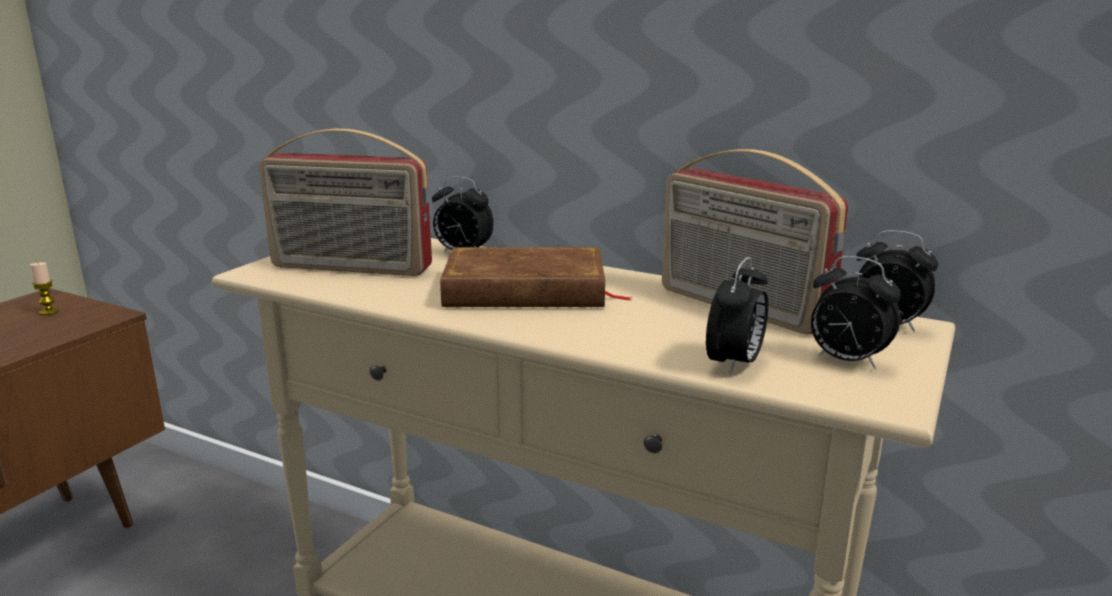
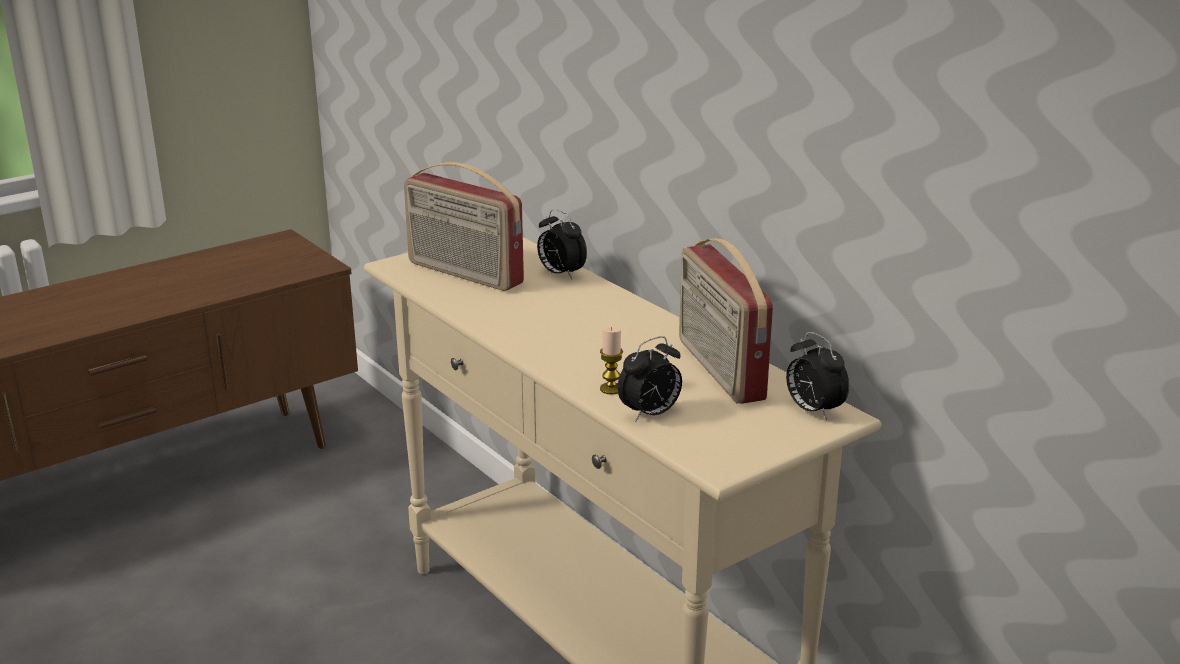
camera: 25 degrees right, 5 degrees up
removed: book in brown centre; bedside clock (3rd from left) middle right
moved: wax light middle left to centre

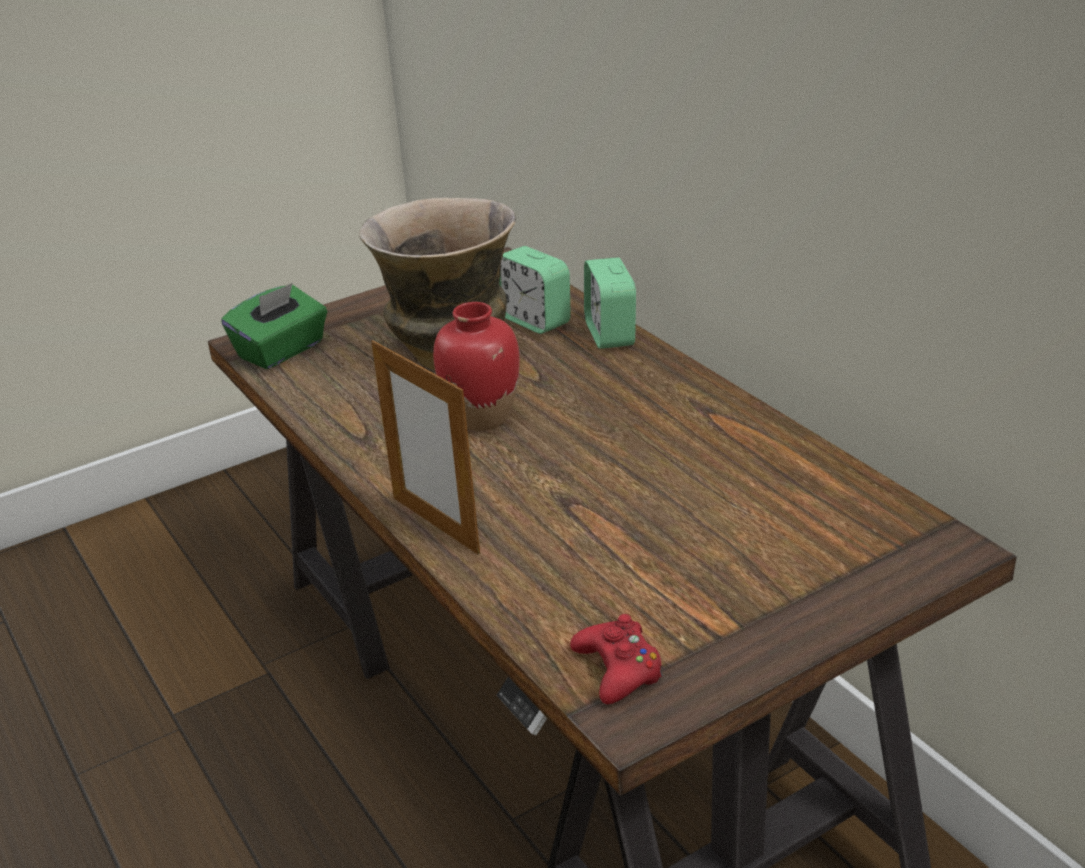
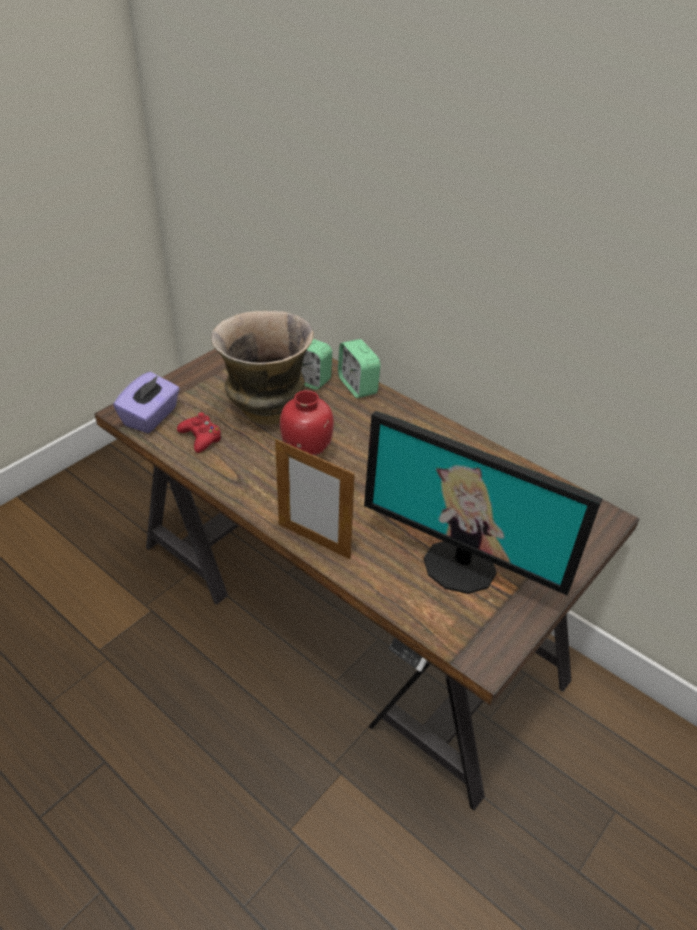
camera: 20 degrees left, 10 degrees up
added: monitor middle right
moved: gamepad in red-coloured bottom centre to middle left
recoloured: tissue box in greenish middle left to tissue box in purple-coloured middle left

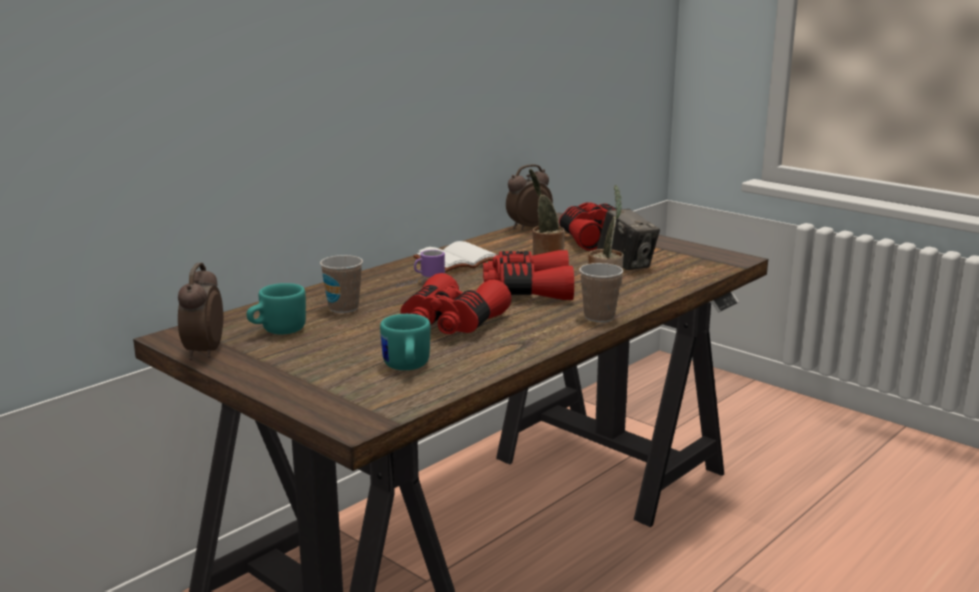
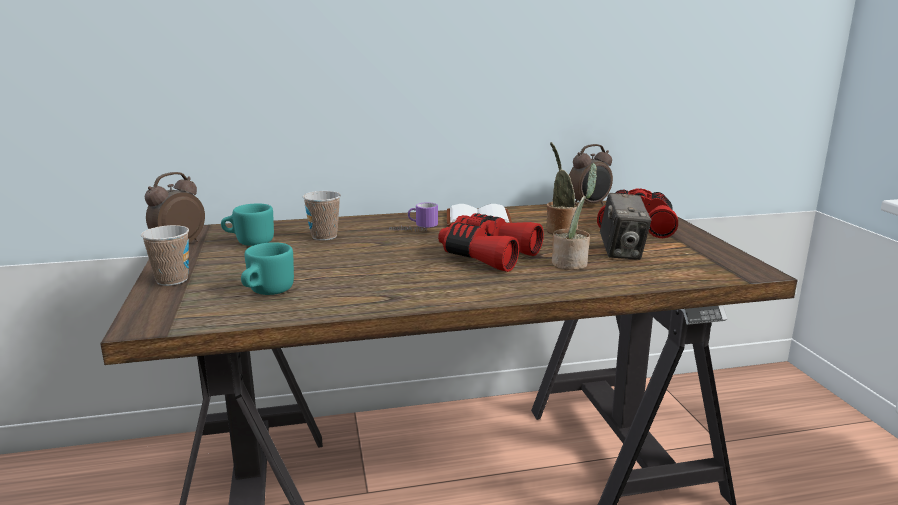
camera: 35 degrees right, 0 degrees up
removed: pair of binoculars in red-coloured (1st from left) centre
moved: drinking cup (2nd from left in the first image) centre to drinking cup (1st from left) middle left
turned: bedside clock (2nd from left) top centre = centre 150 degrees clockwise

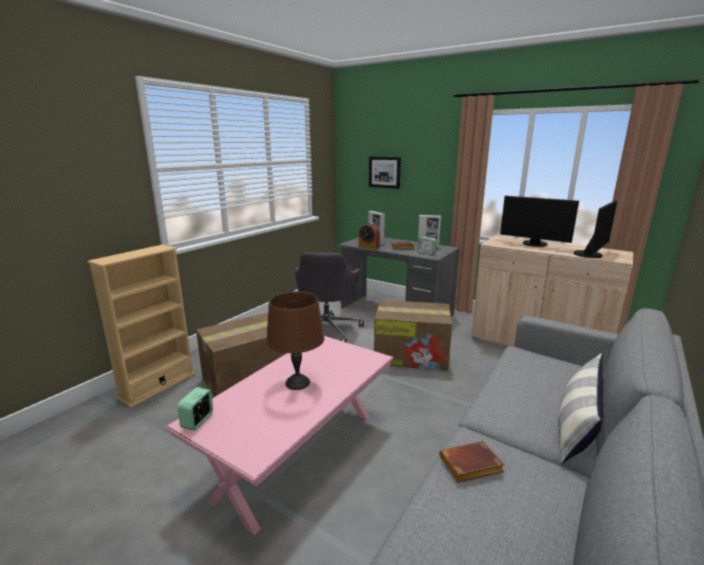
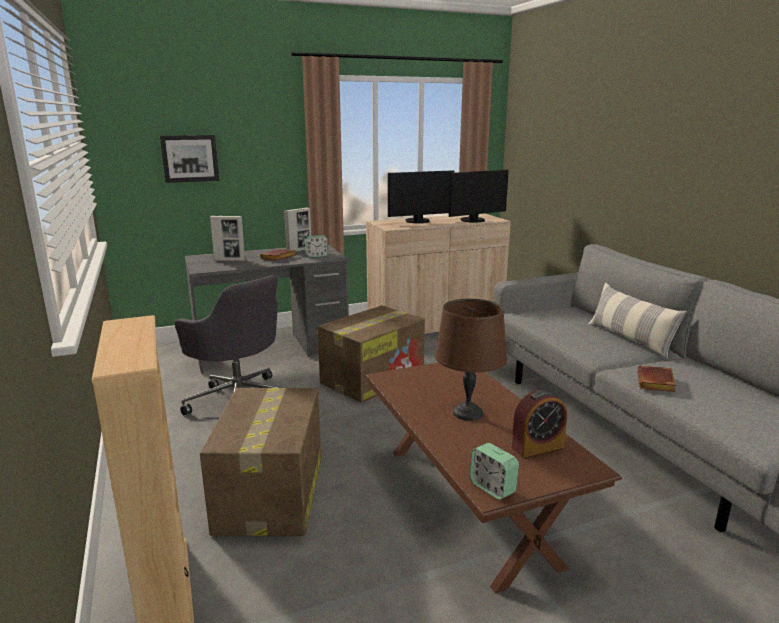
camera: 55 degrees left, 0 degrees up
moved: bedside clock (2nd from left in the first image) centre to bedside clock (3rd from left) bottom right
recoloured: low table in pink-coloured bottom centre to low table in brown bottom centre
turned: monitor (2nd from left) middle right = top centre 75 degrees clockwise

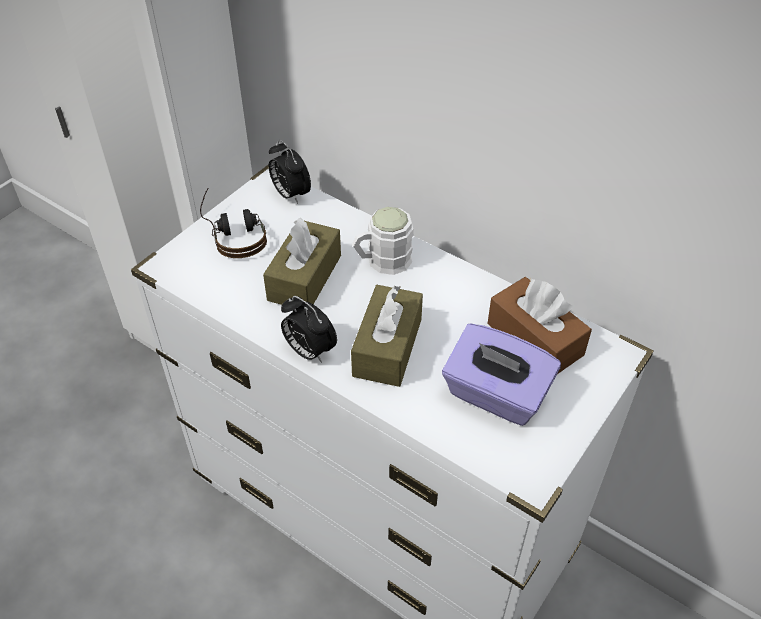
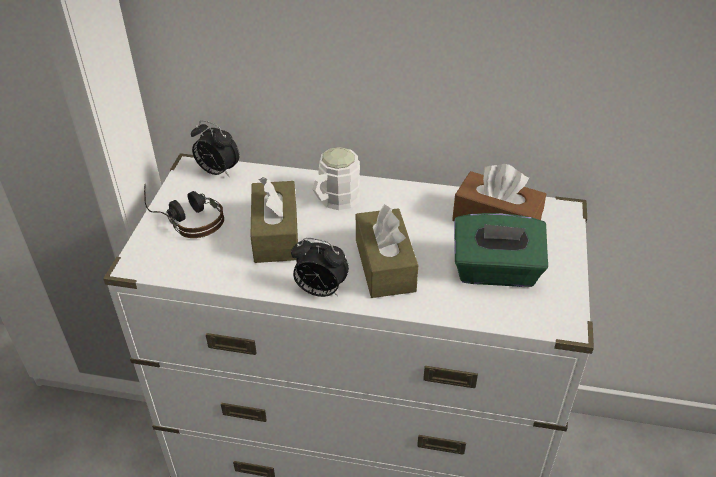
camera: 25 degrees left, 5 degrees down
recoloured: tissue box in purple-coloured centre to tissue box in greenish middle right

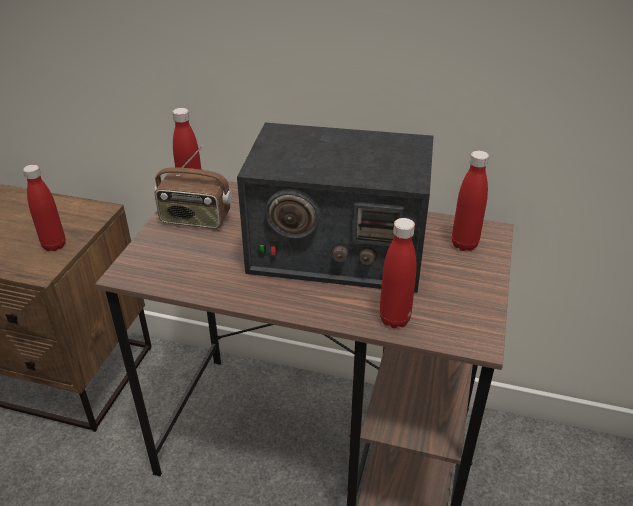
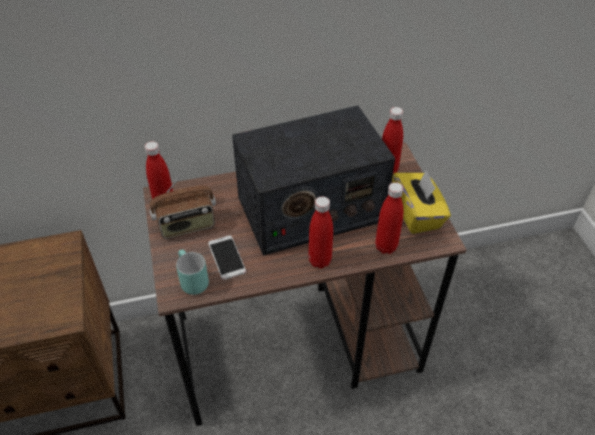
camera: 30 degrees left, 10 degrees up
added: mug in blue-green middle left; telephone centre; tissue box in yellow-coloured middle right
moved: bottle in red-coloured (1st from left in the first image) middle left to bottle in red-coloured (2nd from left) centre

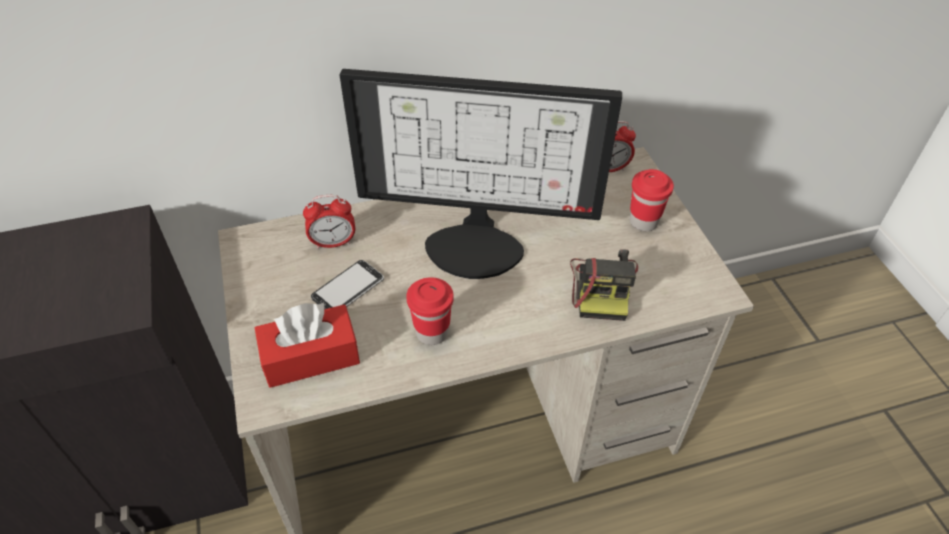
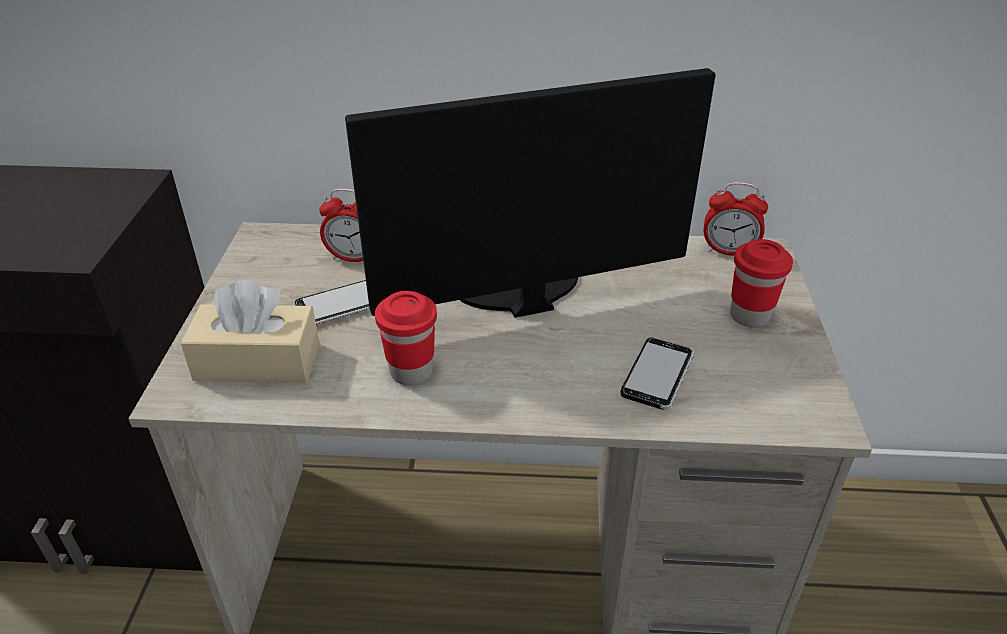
camera: 20 degrees right, 10 degrees down
replaced: still camera centre to telephone (2nd from left) centre
recoloured: tissue box in red-coloured middle left to tissue box in beige middle left
turned: monitor top centre = top centre 135 degrees clockwise

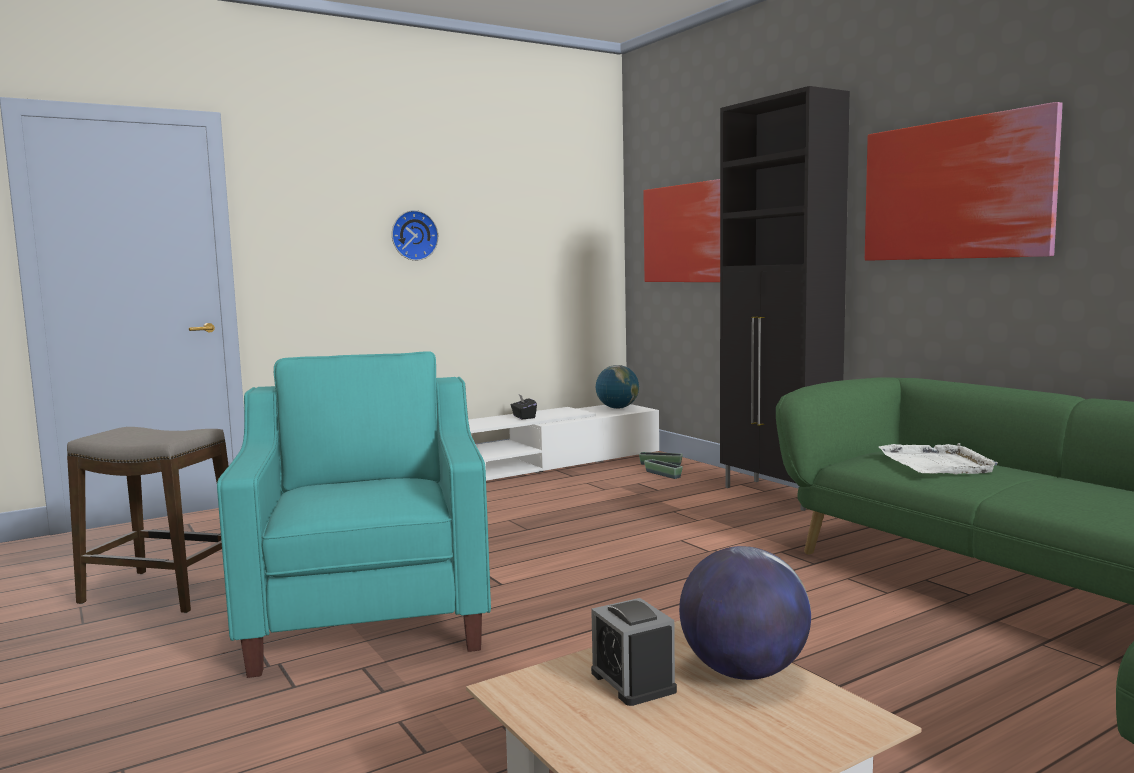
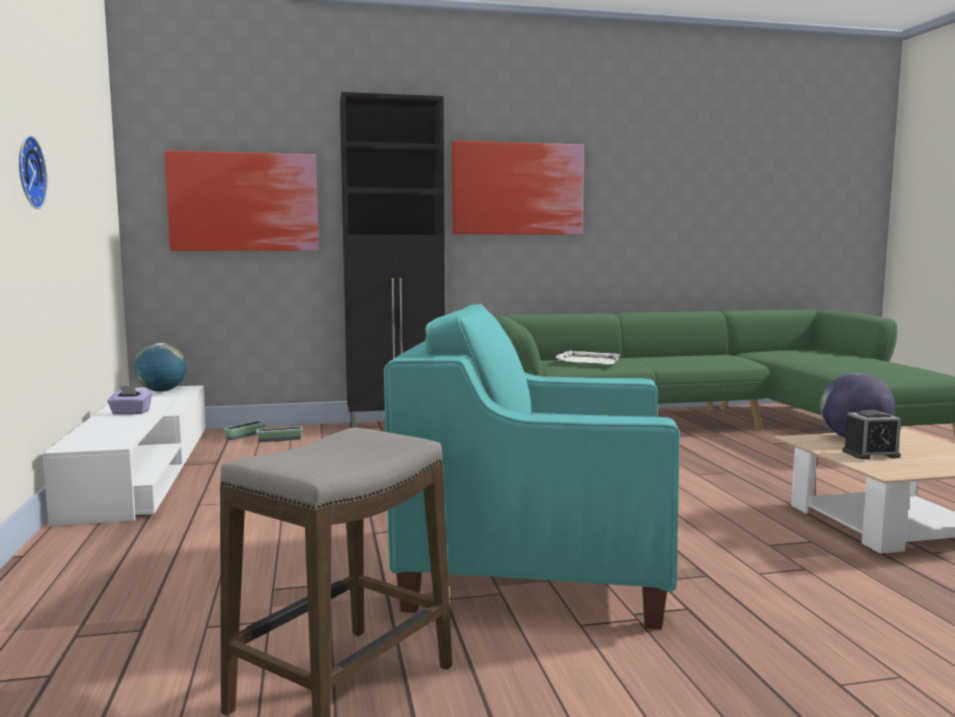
camera: 70 degrees left, 0 degrees up
recoloured: tissue box in blackish centre to tissue box in purple-coloured middle left

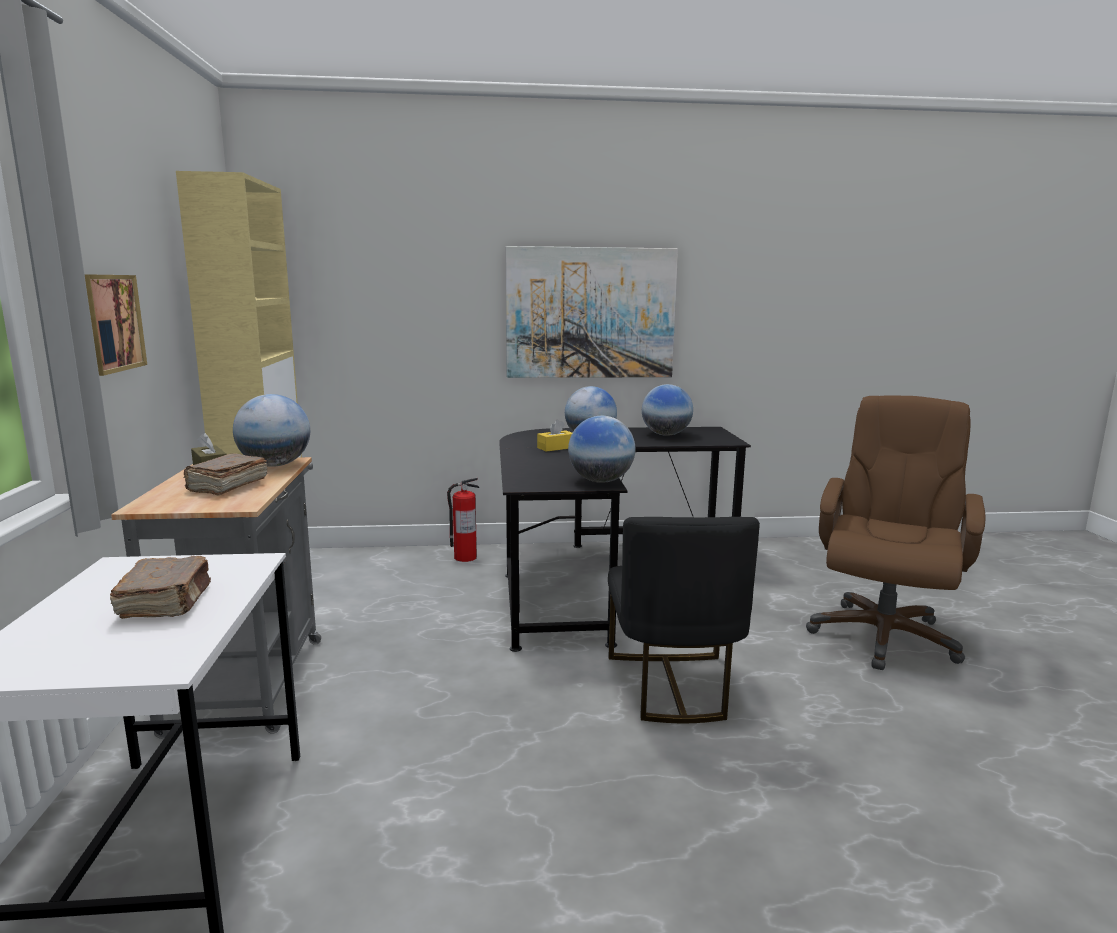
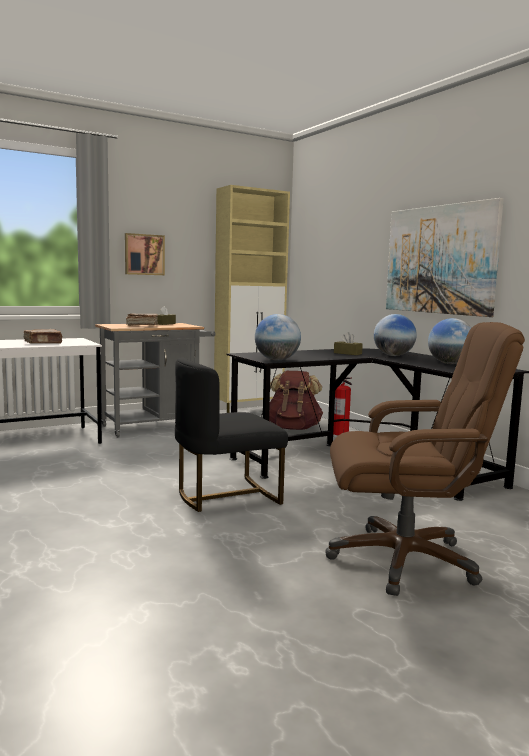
camera: 65 degrees right, 5 degrees down
removed: world globe (1st from left) middle left
added: rucksack in brown centre
recoloured: tissue box in yellow-coloured centre to tissue box in brown (2nd from left) centre

